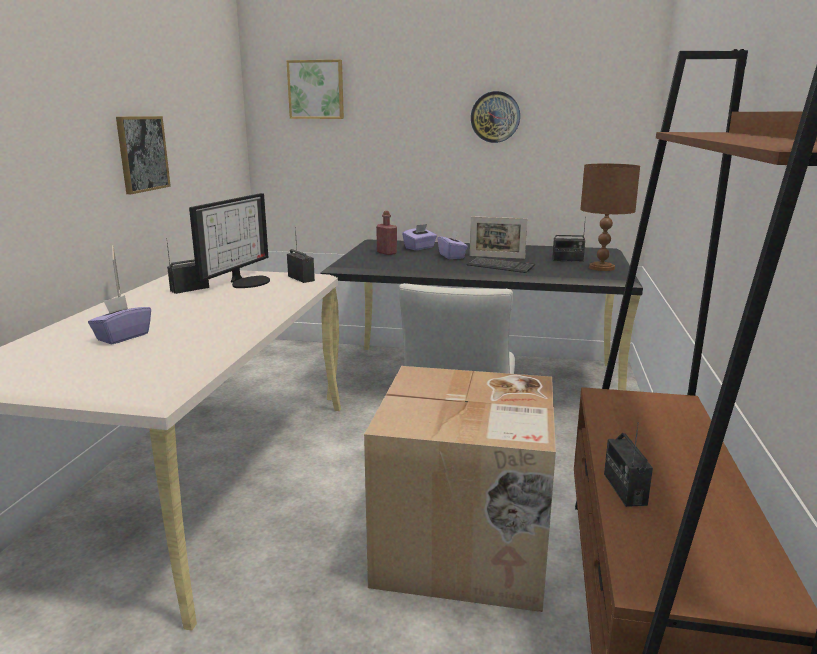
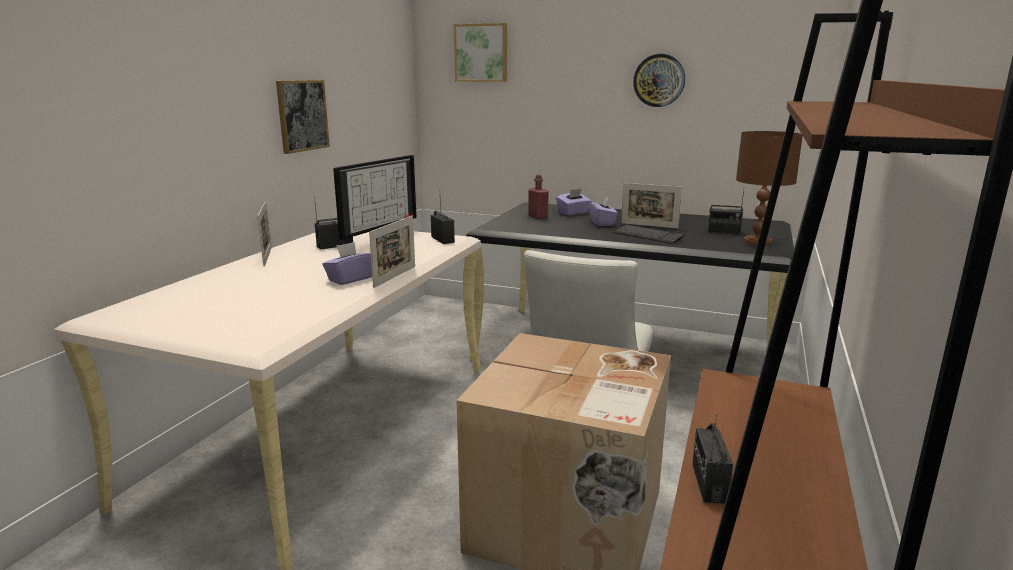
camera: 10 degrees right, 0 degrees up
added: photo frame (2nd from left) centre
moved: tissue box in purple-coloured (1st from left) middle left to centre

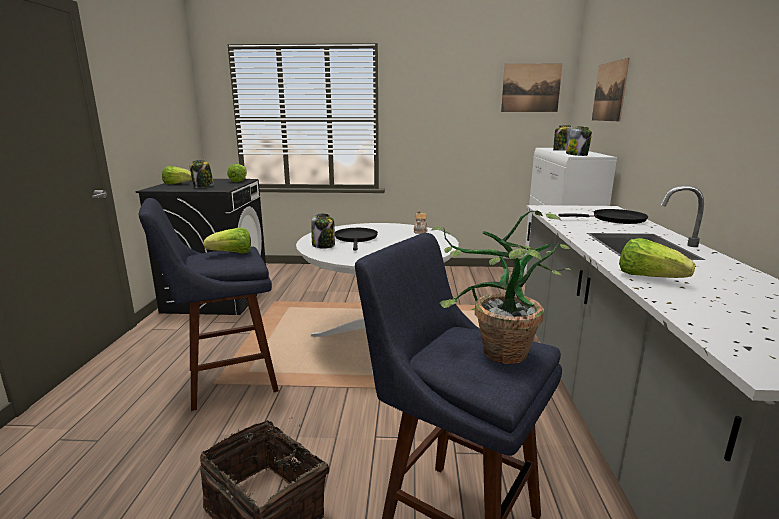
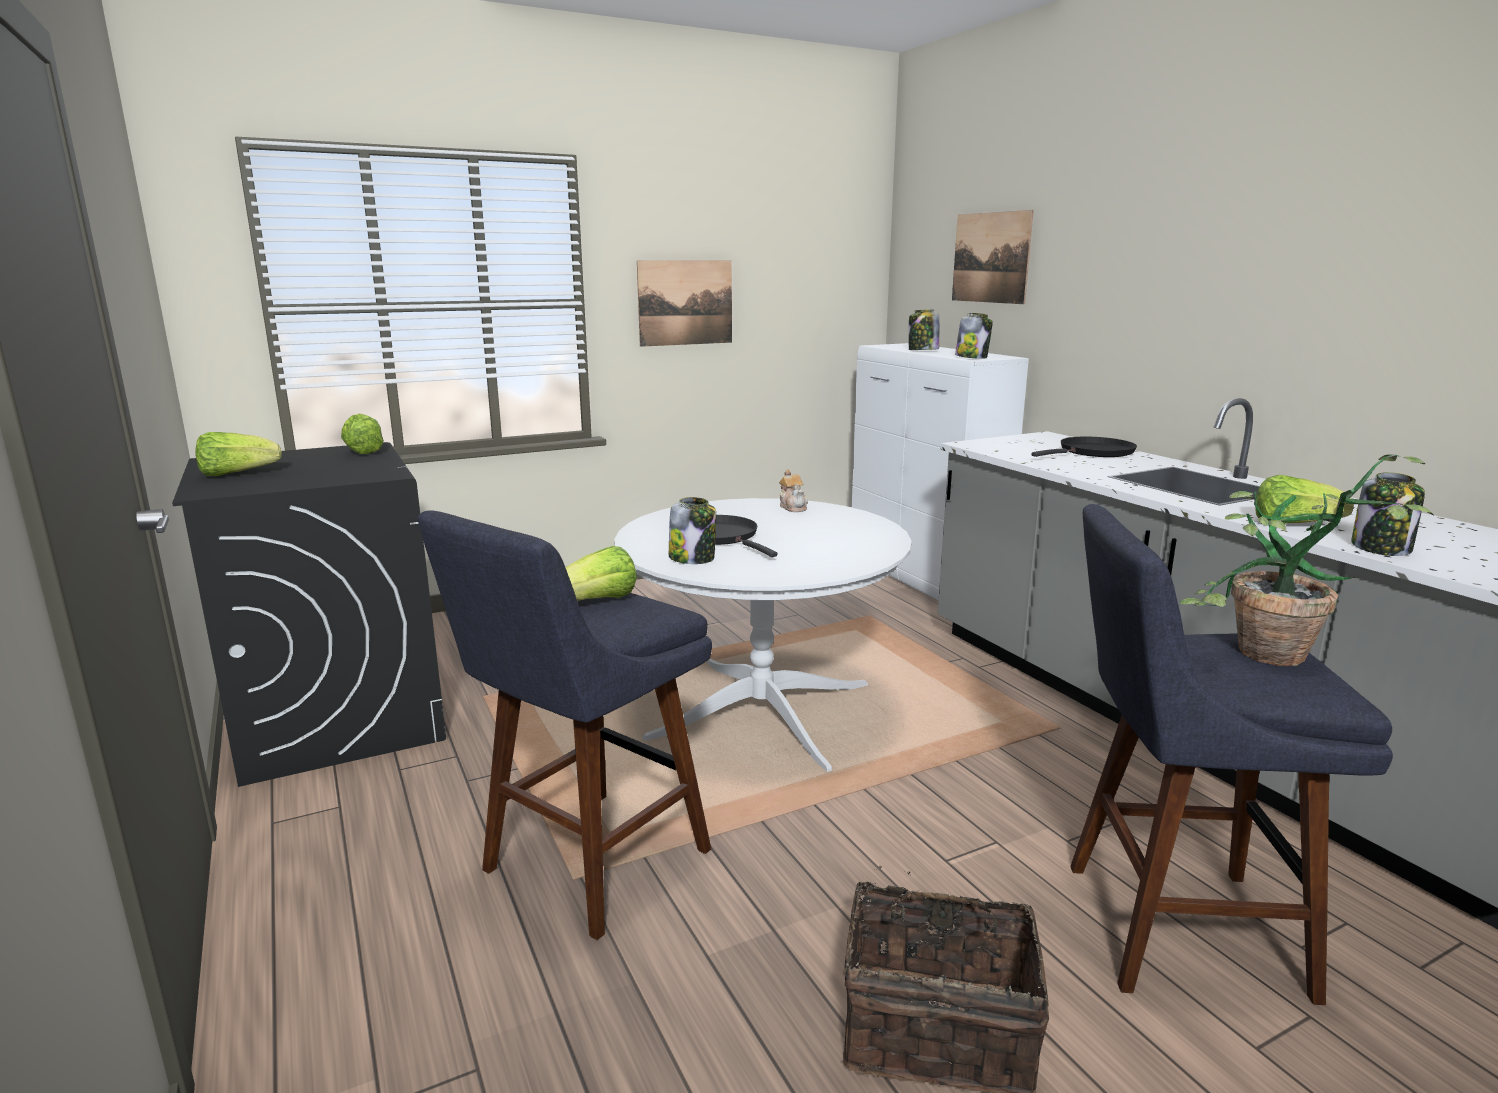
camera: 30 degrees left, 0 degrees up
moved: storage jar (1st from left in the first image) middle left to storage jar (4th from left) middle right; wall picture (1st from left) top right to top centre

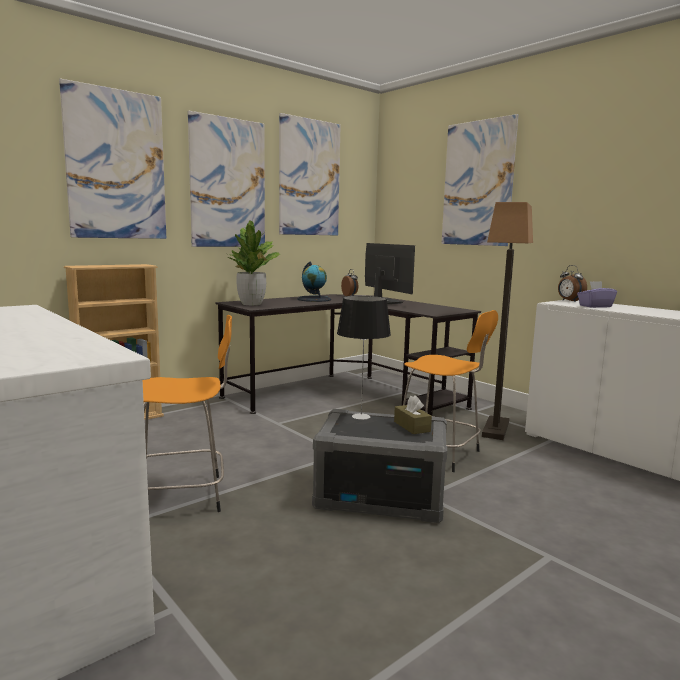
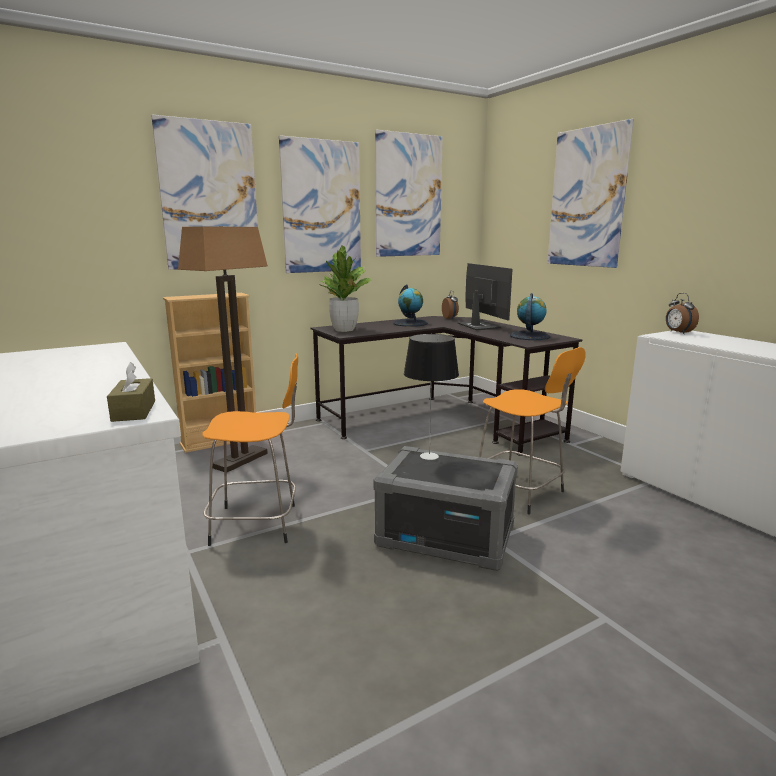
camera: 10 degrees right, 5 degrees up
removed: tissue box in purple-coloured middle right
added: world globe (2nd from left) middle right
moved: tissue box in brown centre to middle left; floor lamp middle right to middle left

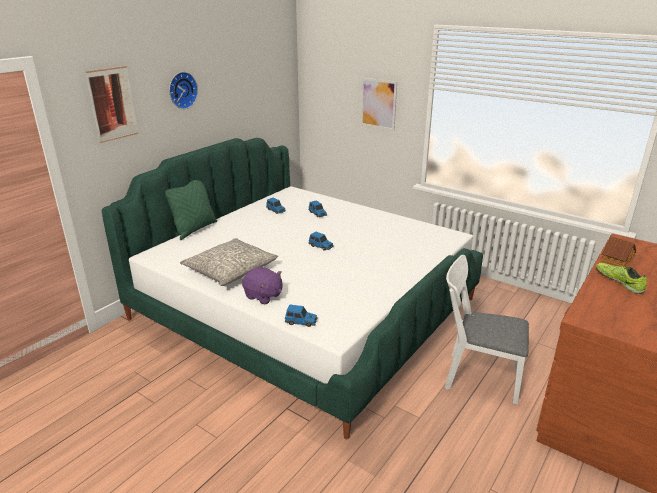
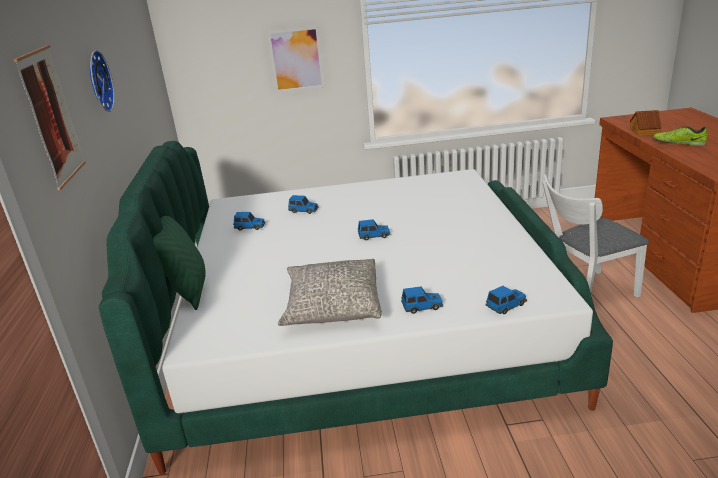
camera: 40 degrees left, 0 degrees up
replaced: soft toy in purple-coloured centre to model car (4th from left) centre

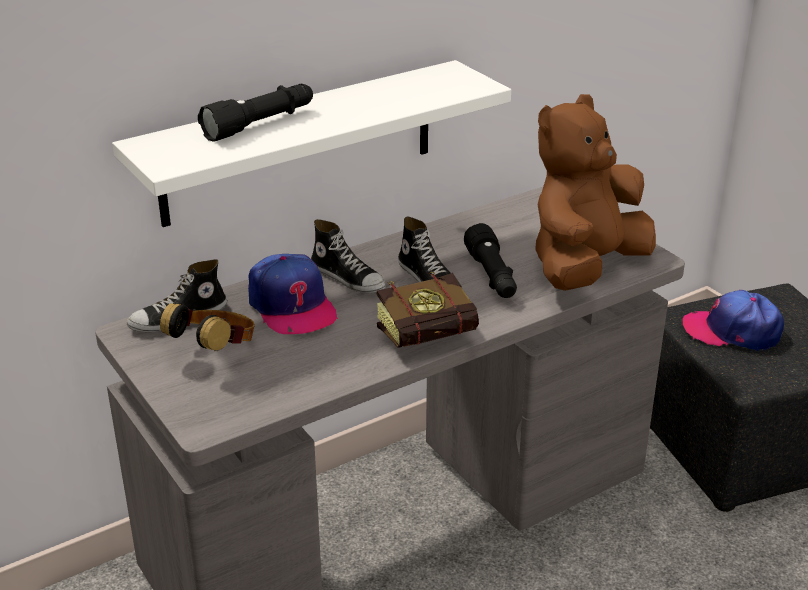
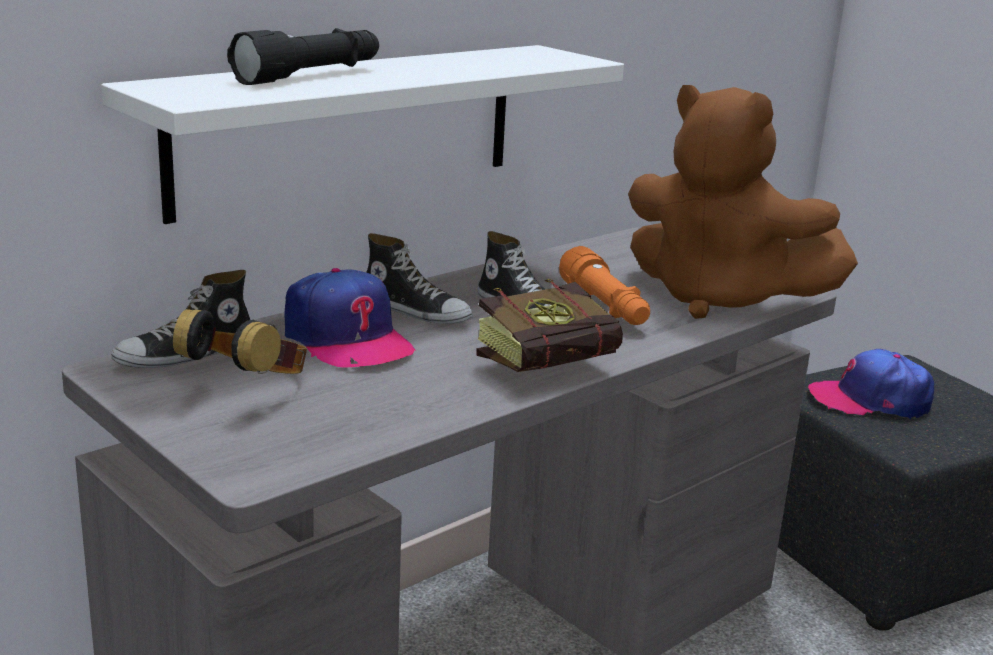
camera: 10 degrees left, 10 degrees down
recoloured: hand torch in blackish (2nd from left) centre to hand torch in orange-coloured centre
turned: soft toy in brown top right = top right 90 degrees counterclockwise

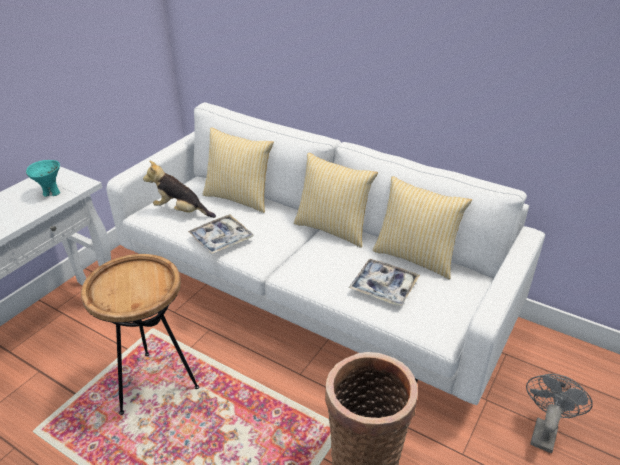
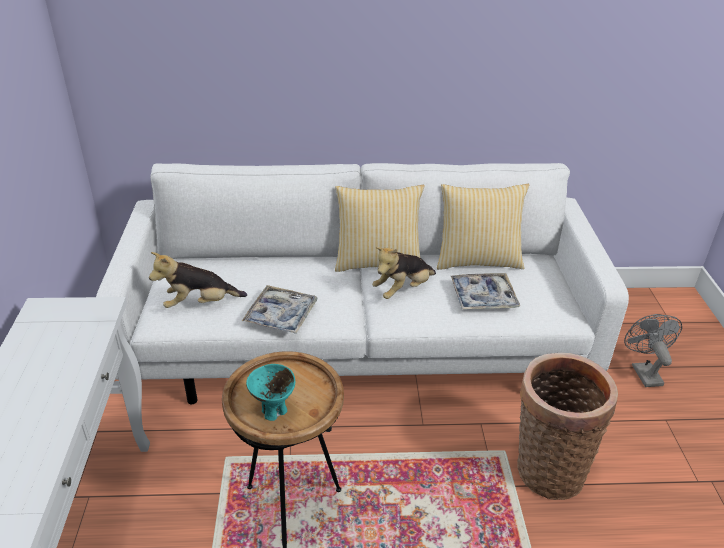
camera: 35 degrees left, 0 degrees up
removed: pillow (1st from left) centre
added: soft toy (2nd from left) centre
moved: serving bowl in blue-green middle left to bottom centre

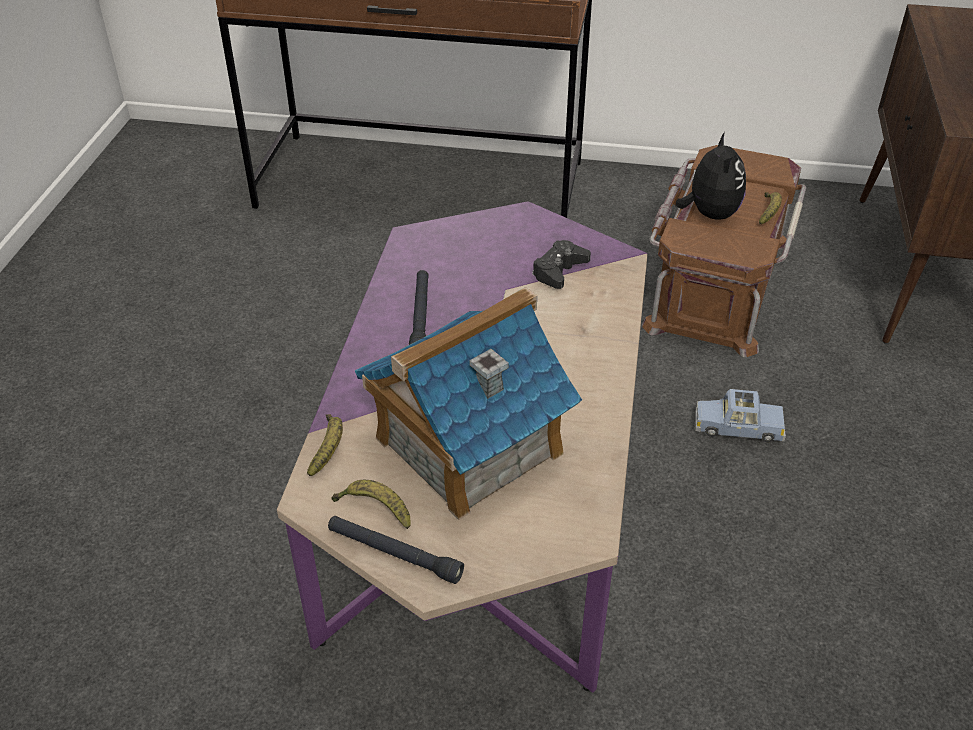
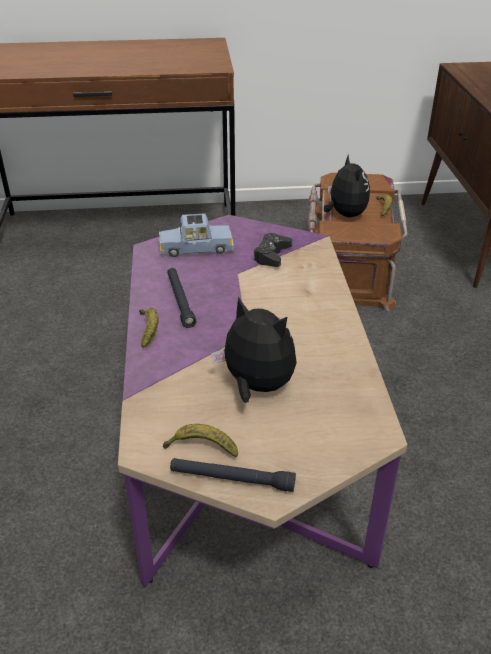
camera: 15 degrees left, 5 degrees down
moved: whole banana (1st from left) centre to middle left; model car in bluish middle right to centre
replaced: model house centre to soft toy (1st from left) centre

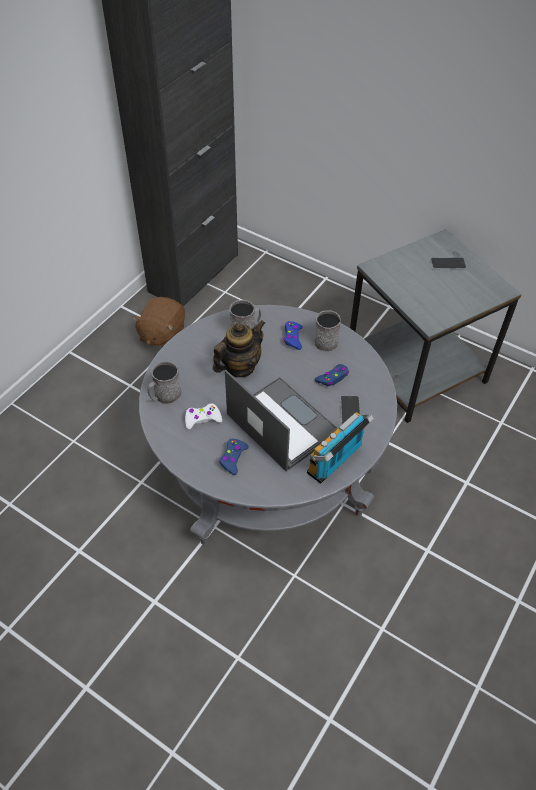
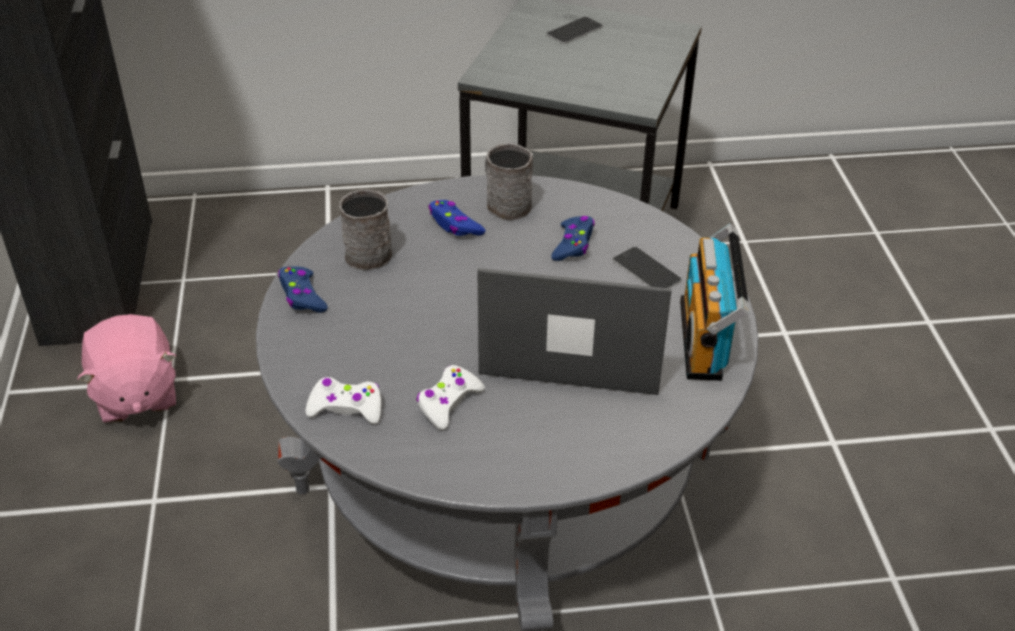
camera: 40 degrees left, 10 degrees down
removed: teapot centre
moved: gamepad in bluish (1st from left) centre to middle left
replaced: mug in gray (1st from left) middle left to gamepad in white (1st from left) centre
recoloured: soft toy in brown middle left to soft toy in pink-coloured middle left

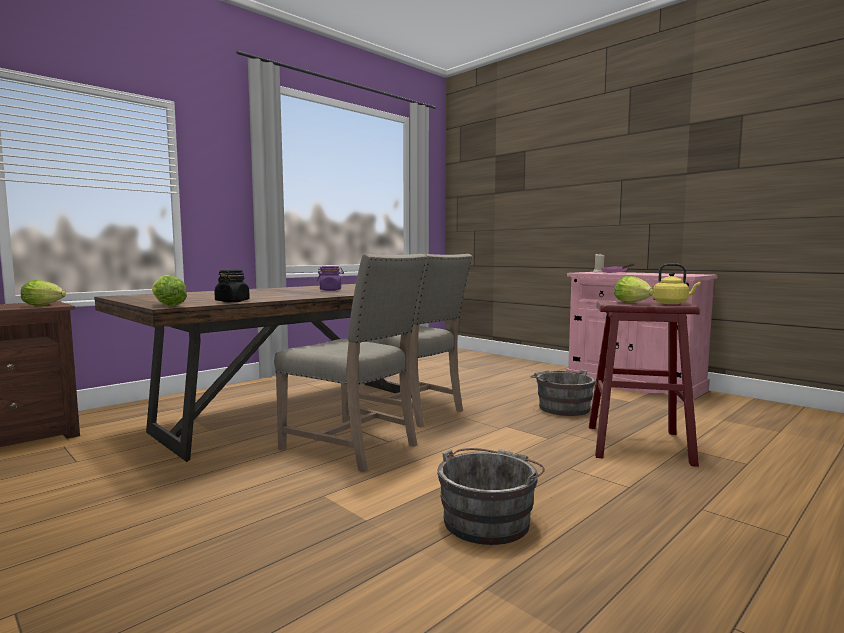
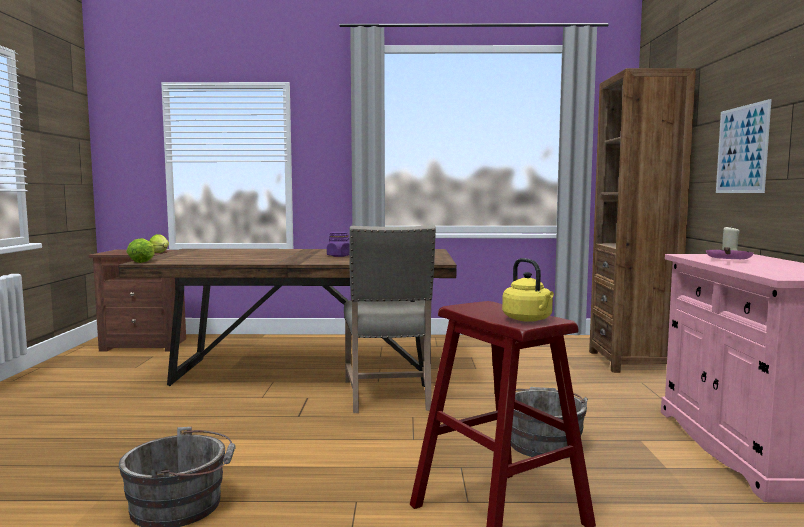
camera: 45 degrees right, 0 degrees up
removed: storage jar in blackish middle left; upright chair in beige (1st from left) centre; head of lettuce (3rd from left) middle right
added: bookcase in brown middle right; wall picture top right

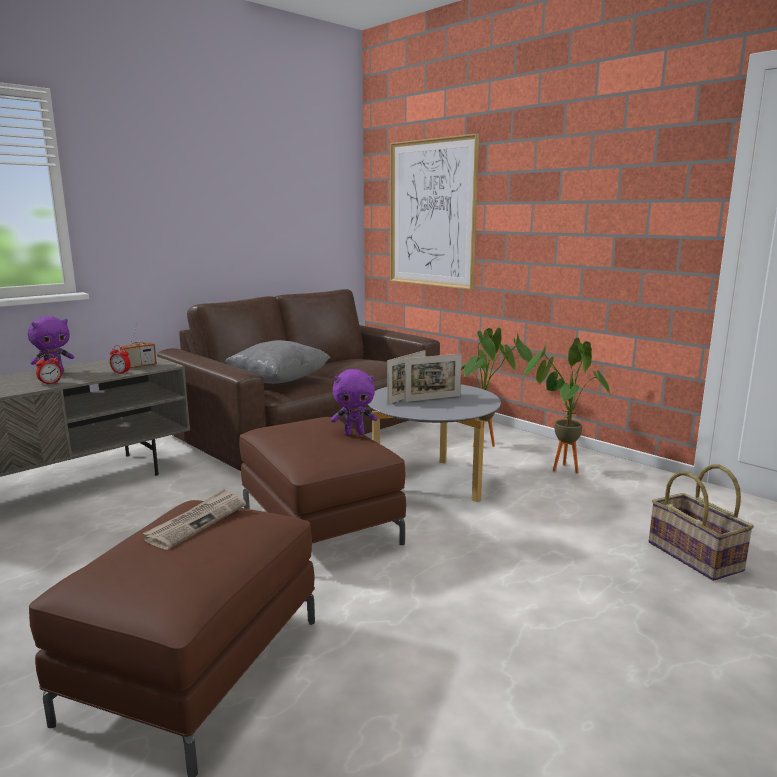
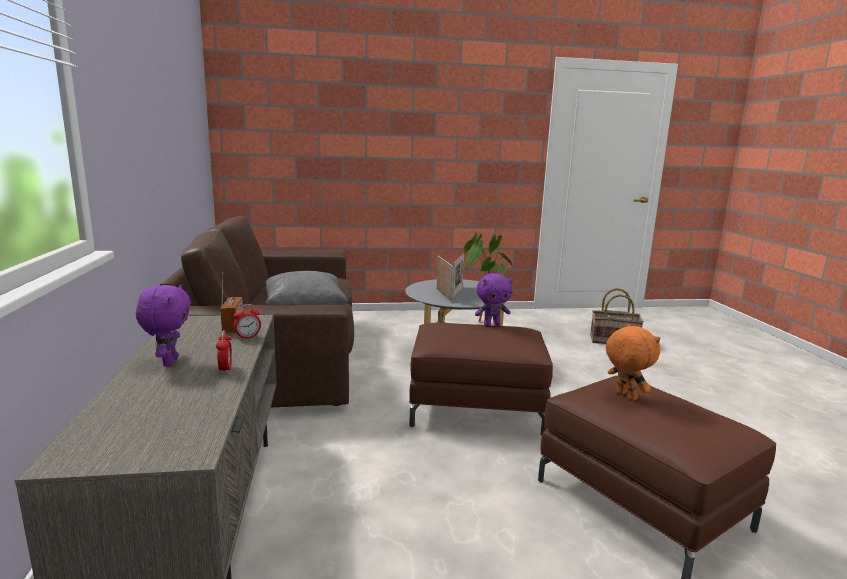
camera: 55 degrees left, 0 degrees up
removed: wall picture top centre; plant in a pot (1st from left) centre
replaced: printed paper bottom left to soft toy in orange-coloured middle right
turned: soft toy in purple-coloured (2nd from left) centre = centre 45 degrees clockwise

